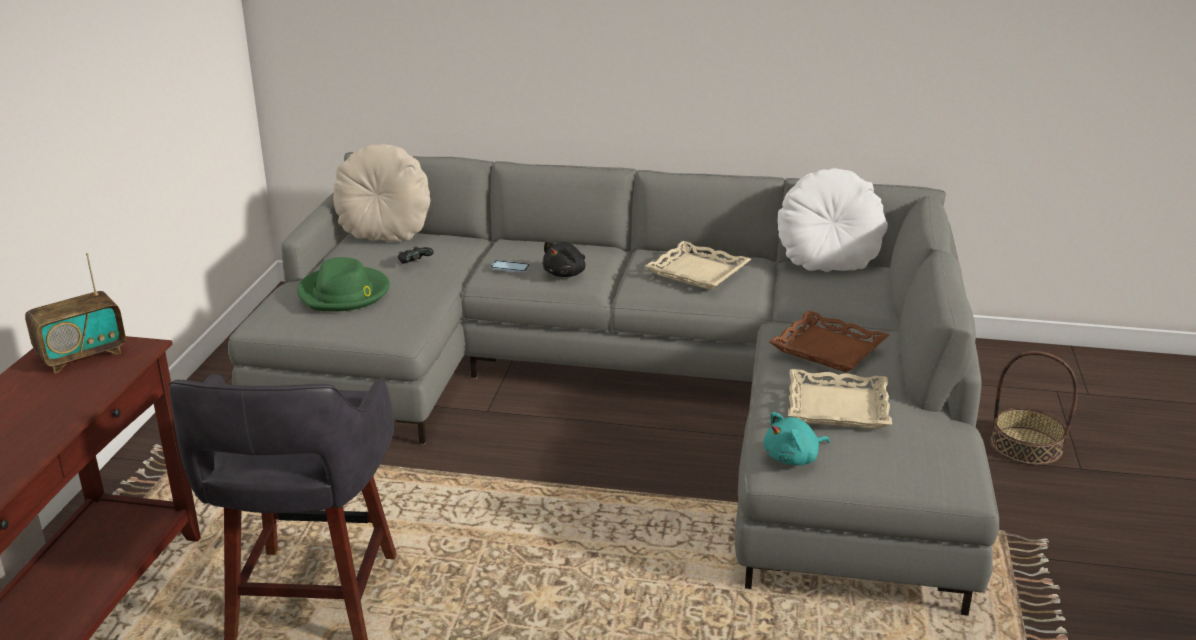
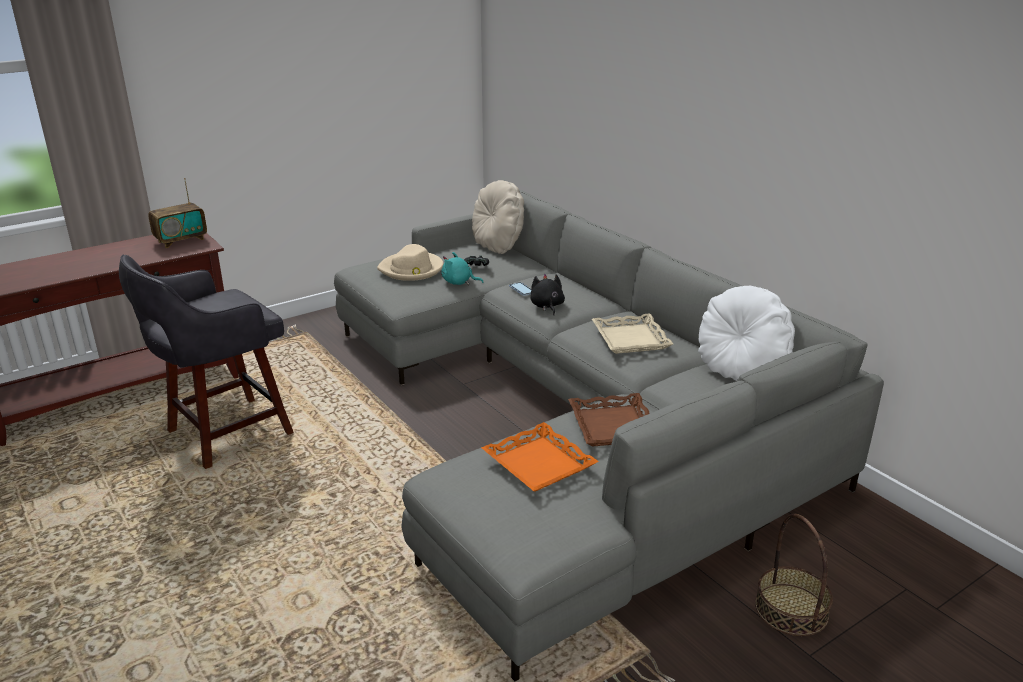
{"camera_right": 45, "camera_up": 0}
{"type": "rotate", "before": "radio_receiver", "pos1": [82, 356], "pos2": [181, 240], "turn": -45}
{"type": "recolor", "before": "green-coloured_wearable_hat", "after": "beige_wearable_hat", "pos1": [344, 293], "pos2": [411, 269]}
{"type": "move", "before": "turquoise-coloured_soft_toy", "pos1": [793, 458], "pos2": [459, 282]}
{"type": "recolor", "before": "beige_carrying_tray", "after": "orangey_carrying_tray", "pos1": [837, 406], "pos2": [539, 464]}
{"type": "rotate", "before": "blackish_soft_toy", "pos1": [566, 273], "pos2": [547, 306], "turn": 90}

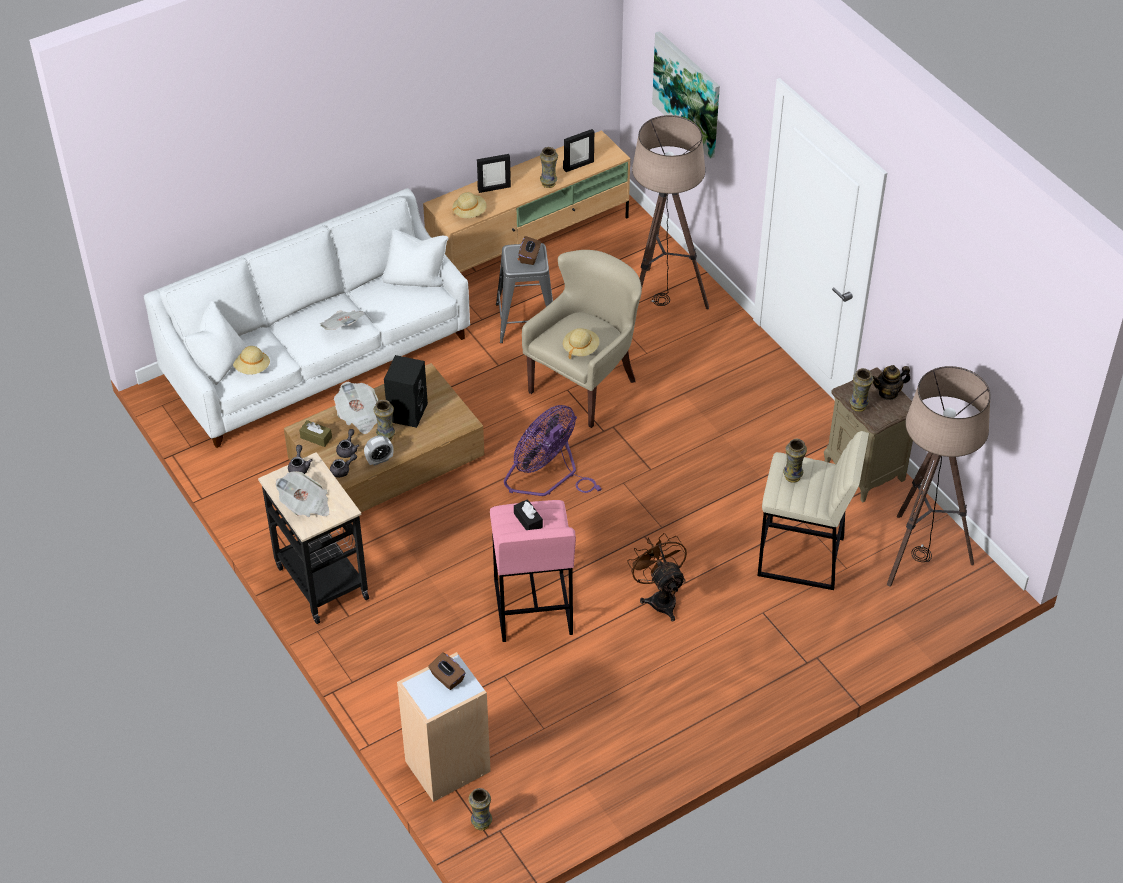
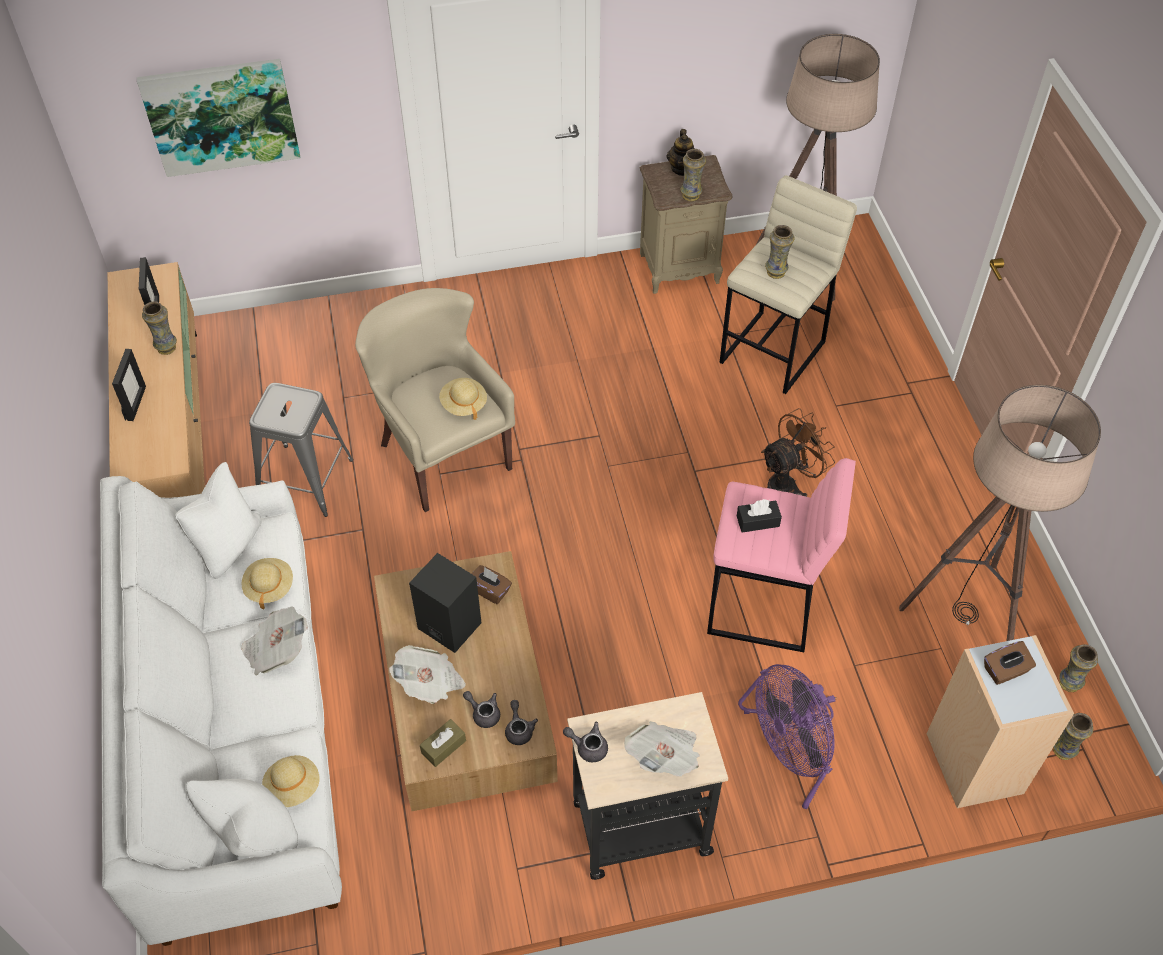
{"camera_right": -70, "camera_up": 5}
{"type": "move", "before": "beige_wearable_hat", "pos1": [469, 213], "pos2": [269, 587]}
{"type": "move", "before": "brownish_tissue_holder", "pos1": [530, 257], "pos2": [490, 590]}
{"type": "move", "before": "purple_cooling_fan", "pos1": [553, 476], "pos2": [793, 745]}
{"type": "rotate", "before": "brownish_cooling_fan", "pos1": [660, 598], "pos2": [788, 484], "turn": 150}
{"type": "move", "before": "standing_lamp", "pos1": [662, 300], "pos2": [967, 612]}
{"type": "move", "before": "decorative_vase", "pos1": [386, 436], "pos2": [1068, 683]}
{"type": "delete", "before": "table_clock", "pos1": [379, 460]}

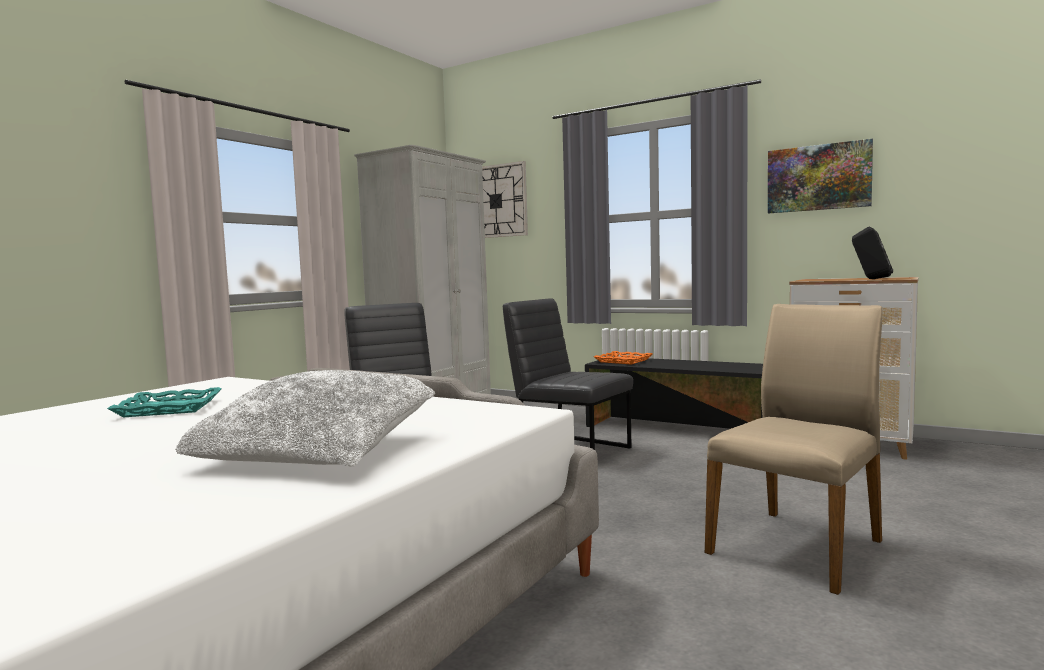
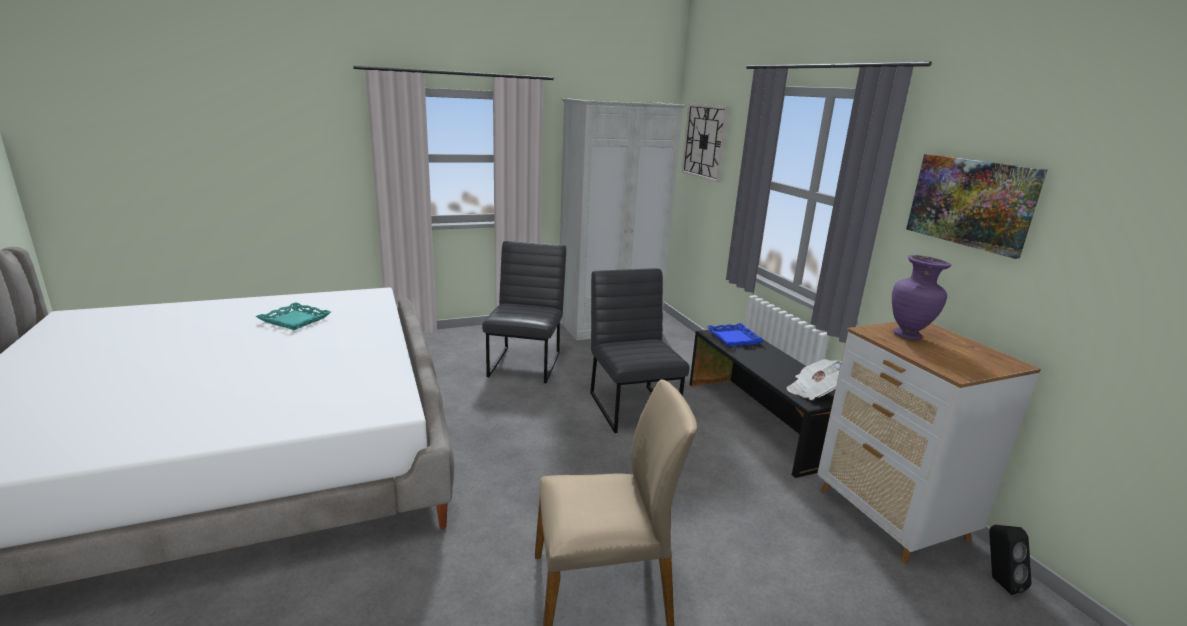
{"camera_right": 35, "camera_up": 15}
{"type": "recolor", "before": "orangey_carrying_tray", "after": "blue-coloured_carrying_tray", "pos1": [623, 361], "pos2": [733, 338]}
{"type": "insert", "after": "printed_paper", "pos2": [814, 392]}
{"type": "insert", "after": "purple_decorative_vase", "pos2": [908, 336]}
{"type": "move", "before": "blackish_audio_speaker", "pos1": [871, 279], "pos2": [998, 581]}
{"type": "delete", "before": "white_pillow", "pos1": [317, 450]}

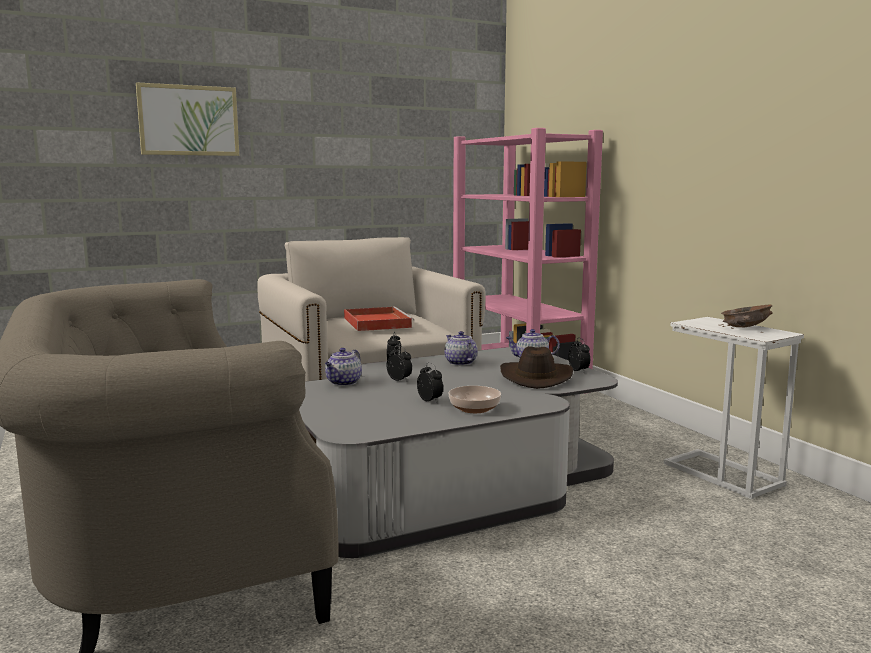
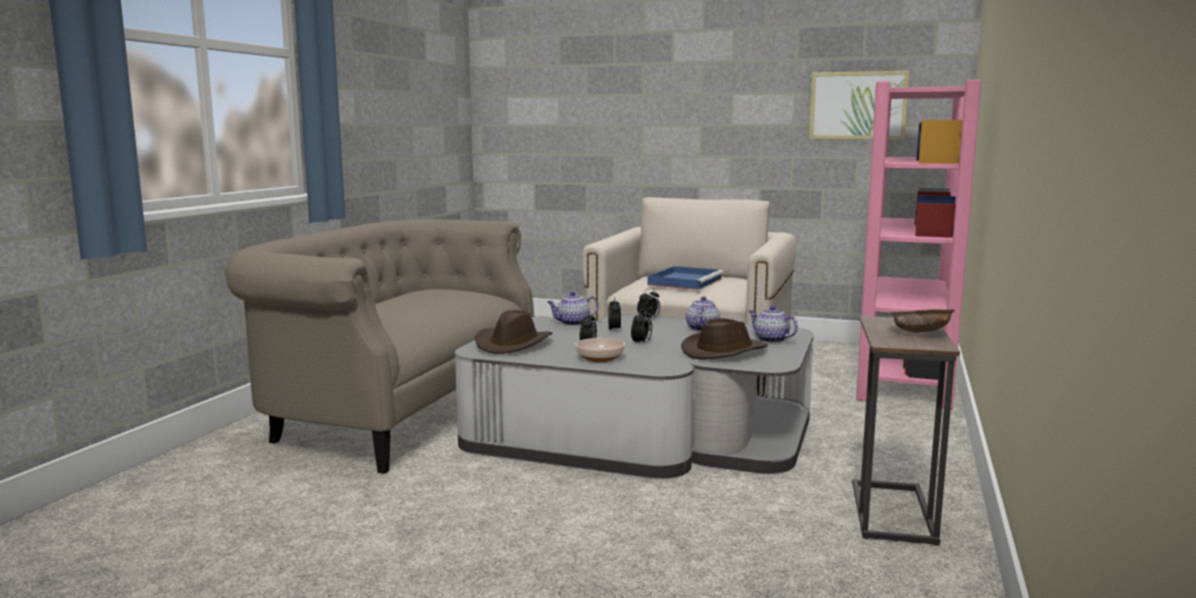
{"camera_right": 45, "camera_up": 0}
{"type": "insert", "after": "brownish_wearable_hat", "pos2": [513, 344]}
{"type": "move", "before": "table_clock", "pos1": [579, 371], "pos2": [641, 343]}
{"type": "recolor", "before": "red-coloured_carrying_tray", "after": "blue-coloured_carrying_tray", "pos1": [376, 322], "pos2": [685, 281]}
{"type": "move", "before": "picture", "pos1": [188, 120], "pos2": [858, 105]}
{"type": "recolor", "before": "white_accent_table", "after": "brownish_accent_table", "pos1": [724, 474], "pos2": [893, 513]}

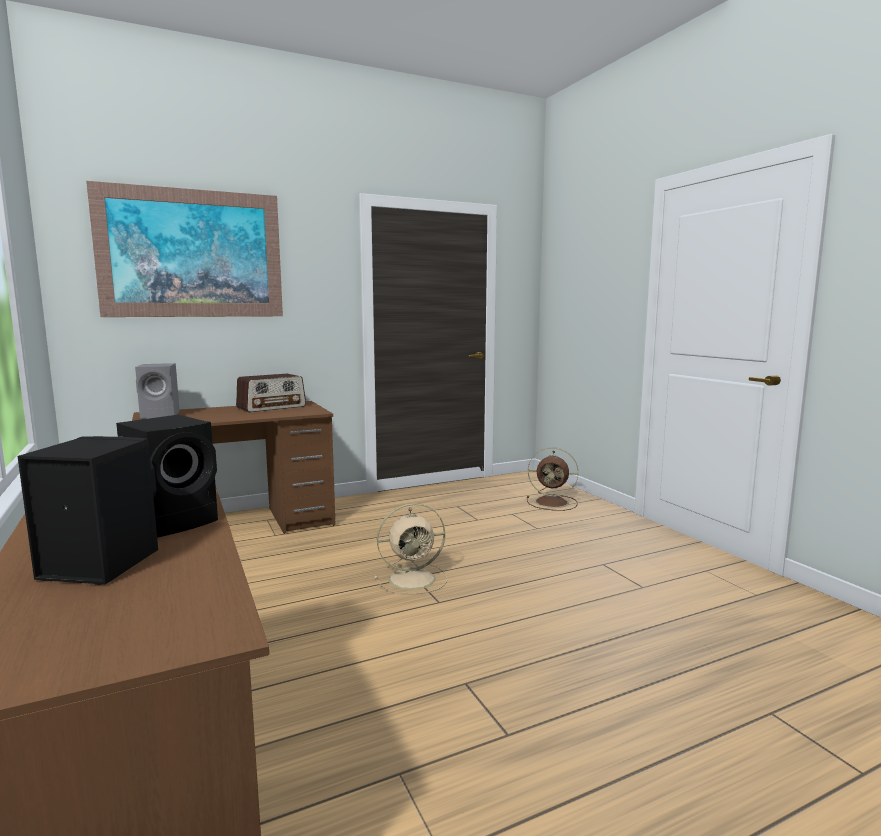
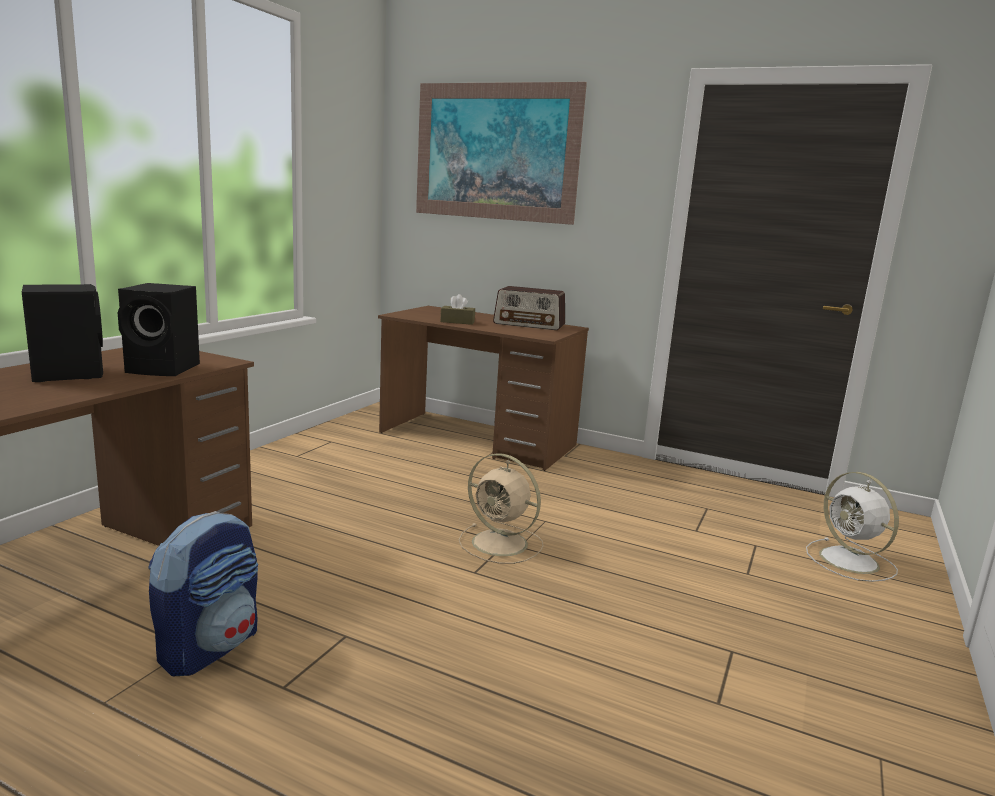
{"camera_right": 50, "camera_up": 5}
{"type": "insert", "after": "backpack", "pos2": [210, 646]}
{"type": "insert", "after": "brownish_tissue_holder", "pos2": [457, 322]}
{"type": "recolor", "before": "brownish_cooling_fan", "after": "white_cooling_fan", "pos1": [553, 502], "pos2": [851, 561]}
{"type": "delete", "before": "grey_audio_speaker", "pos1": [162, 415]}

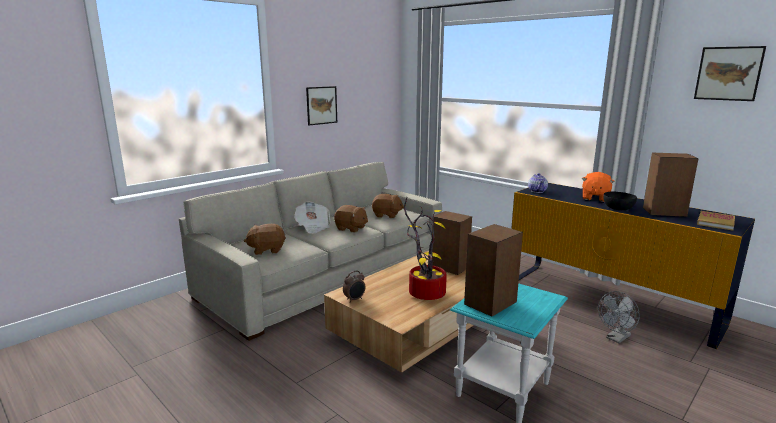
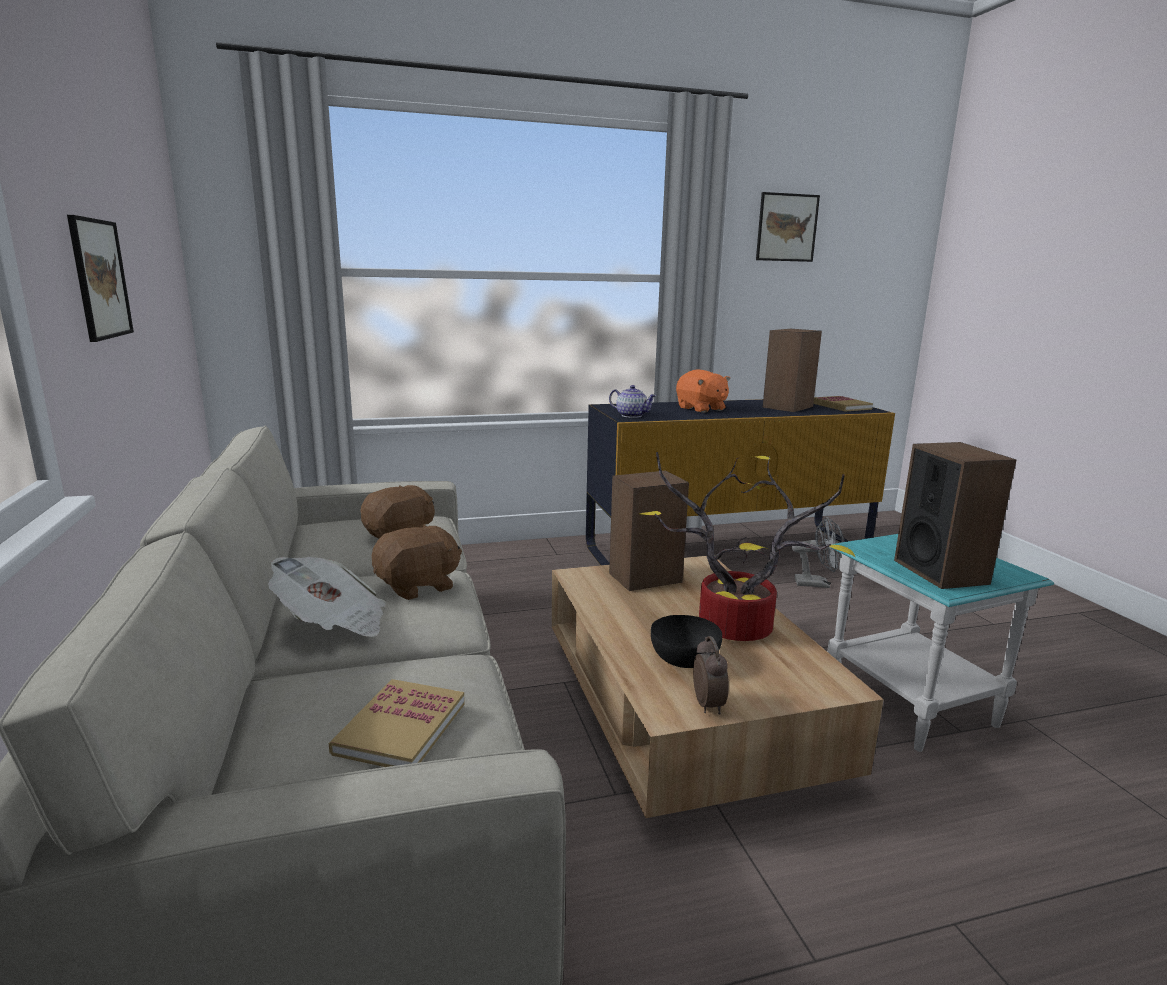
{"camera_right": -60, "camera_up": 0}
{"type": "replace", "before": "brownish_soft_toy", "after": "volume", "pos1": [267, 250], "pos2": [401, 728]}
{"type": "move", "before": "blackish_deep_dish", "pos1": [617, 208], "pos2": [683, 659]}
{"type": "rotate", "before": "grey_cooling_fan", "pos1": [616, 338], "pos2": [817, 583], "turn": -75}

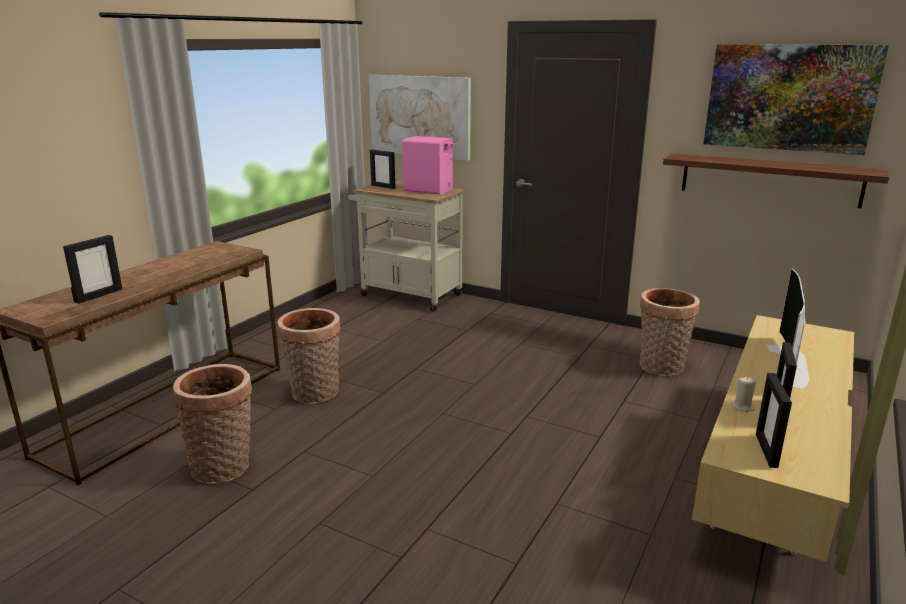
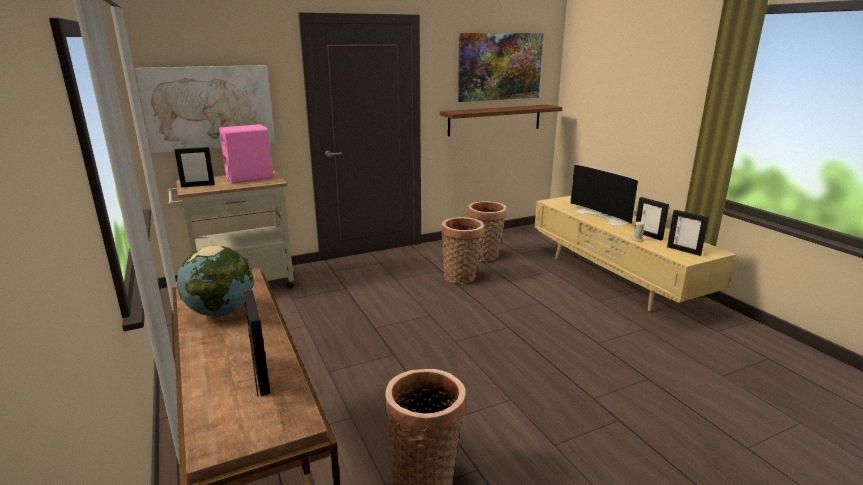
{"camera_right": -55, "camera_up": 0}
{"type": "insert", "after": "globe", "pos2": [221, 312]}
{"type": "move", "before": "storage_basket", "pos1": [315, 394], "pos2": [461, 277]}

